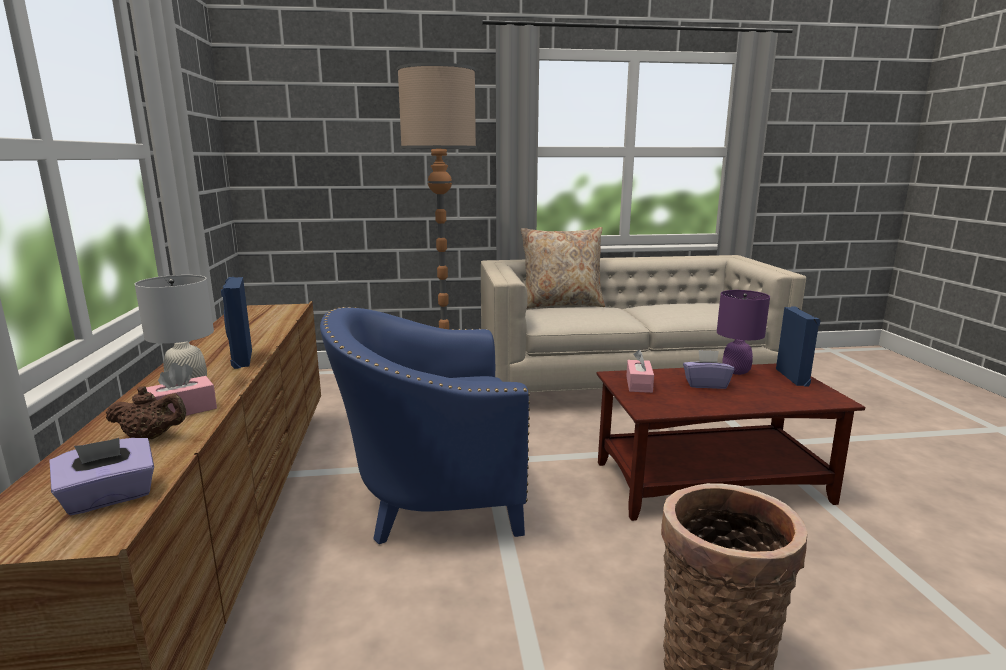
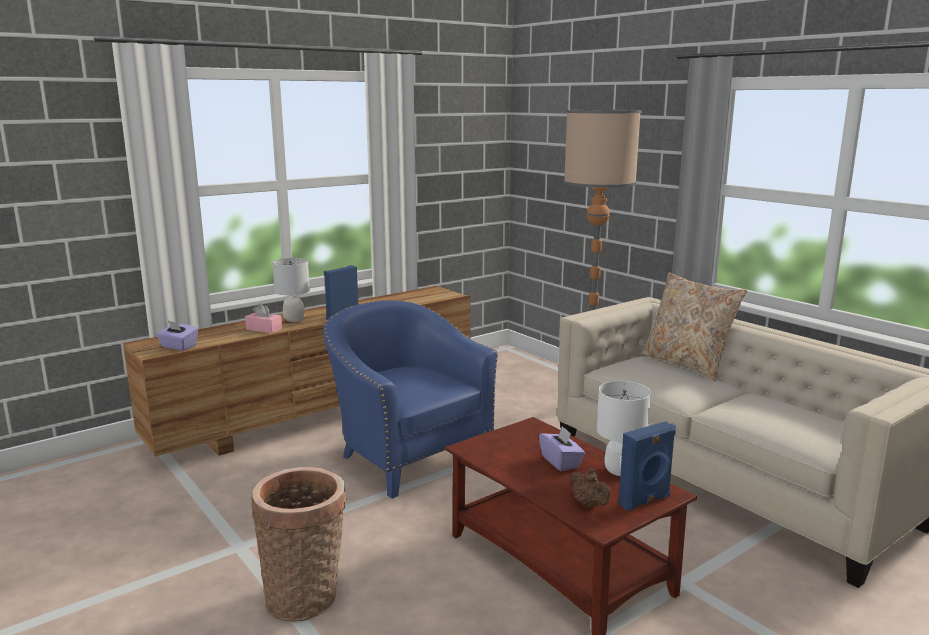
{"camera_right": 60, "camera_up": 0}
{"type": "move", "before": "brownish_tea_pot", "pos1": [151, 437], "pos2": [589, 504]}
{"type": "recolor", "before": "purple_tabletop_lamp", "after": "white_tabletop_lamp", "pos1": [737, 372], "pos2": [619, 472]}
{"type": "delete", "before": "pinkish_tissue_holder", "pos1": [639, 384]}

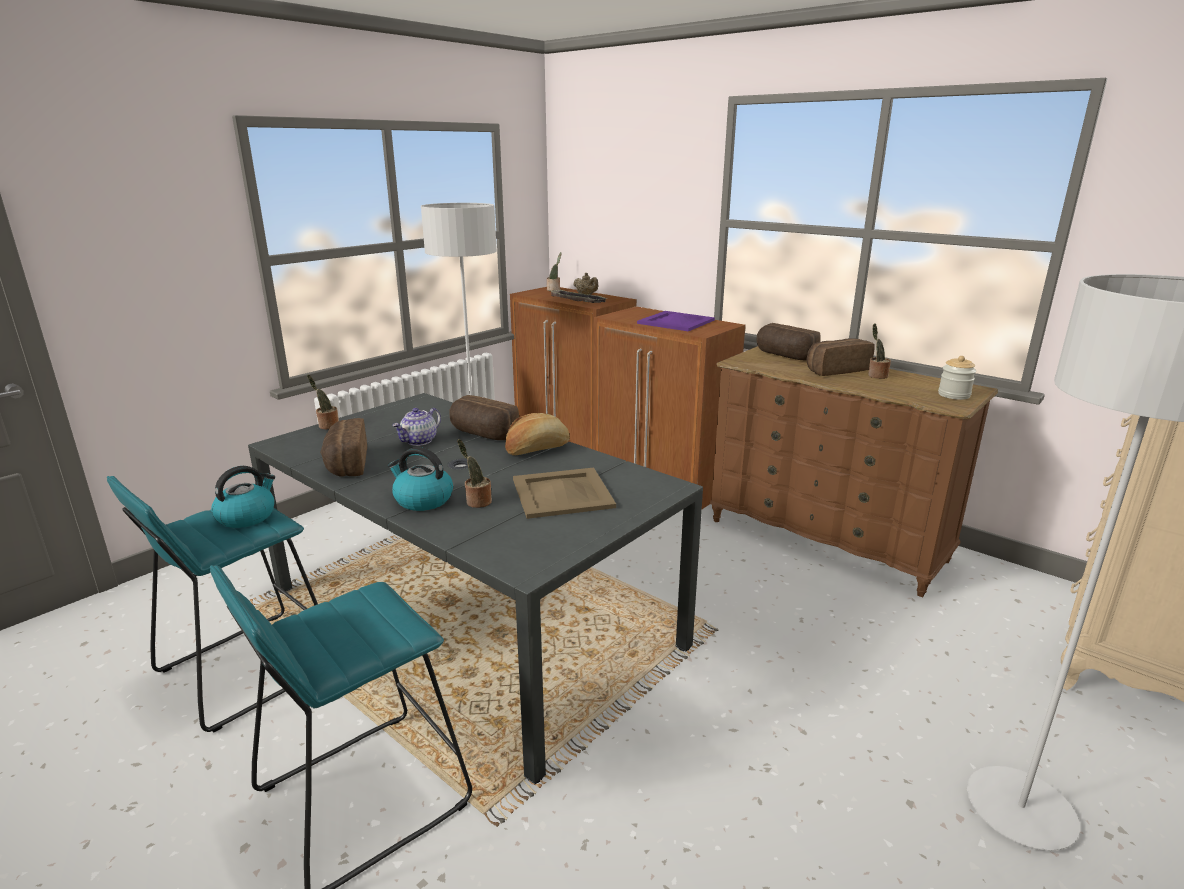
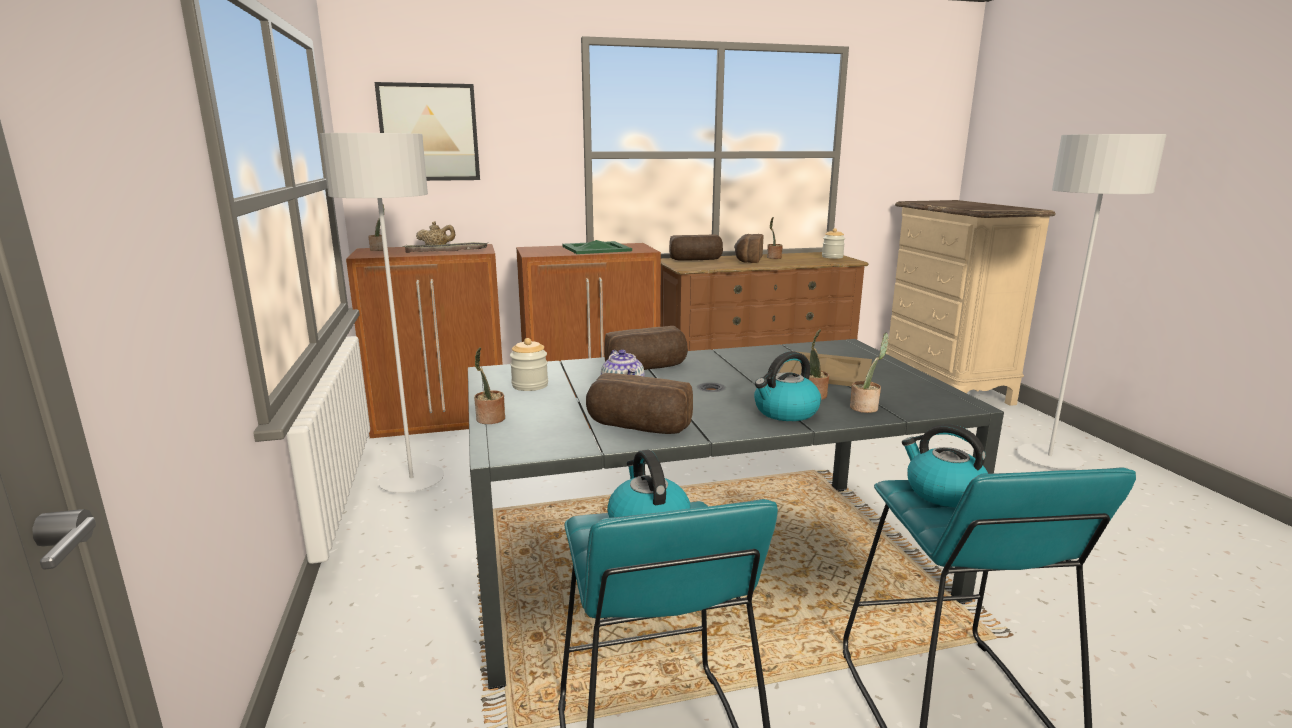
{"camera_right": -55, "camera_up": -5}
{"type": "insert", "after": "picture", "pos2": [429, 132]}
{"type": "insert", "after": "jar", "pos2": [530, 385]}
{"type": "recolor", "before": "purple_carrying_tray", "after": "green-coloured_carrying_tray", "pos1": [676, 322], "pos2": [597, 248]}
{"type": "insert", "after": "potted_plant", "pos2": [866, 407]}
{"type": "insert", "after": "kettle", "pos2": [943, 492]}
{"type": "delete", "before": "baked_bread", "pos1": [537, 449]}

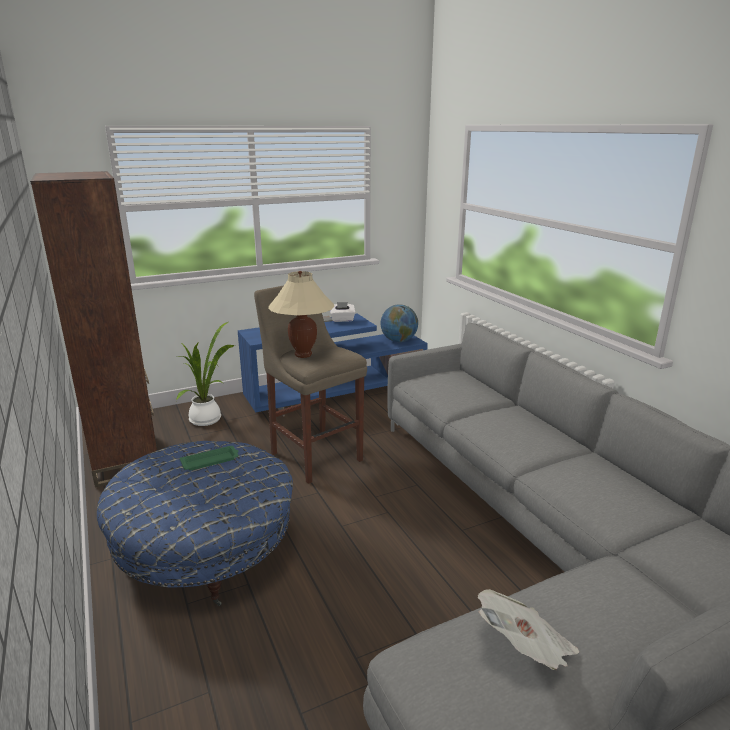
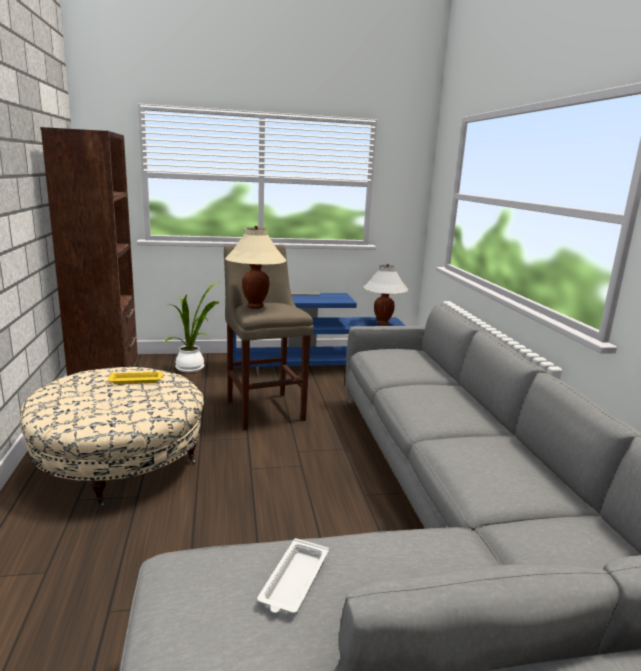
{"camera_right": 15, "camera_up": -5}
{"type": "recolor", "before": "blue-coloured_ottoman", "after": "beige_ottoman", "pos1": [206, 551], "pos2": [120, 464]}
{"type": "recolor", "before": "green-coloured_carrying_tray", "after": "yellowish_carrying_tray", "pos1": [211, 461], "pos2": [137, 380]}
{"type": "replace", "before": "printed_paper", "after": "white_carrying_tray", "pos1": [525, 649], "pos2": [294, 581]}
{"type": "replace", "before": "globe", "after": "white_tabletop_lamp", "pos1": [398, 341], "pos2": [382, 323]}
{"type": "delete", "before": "white_tissue_holder", "pos1": [342, 320]}

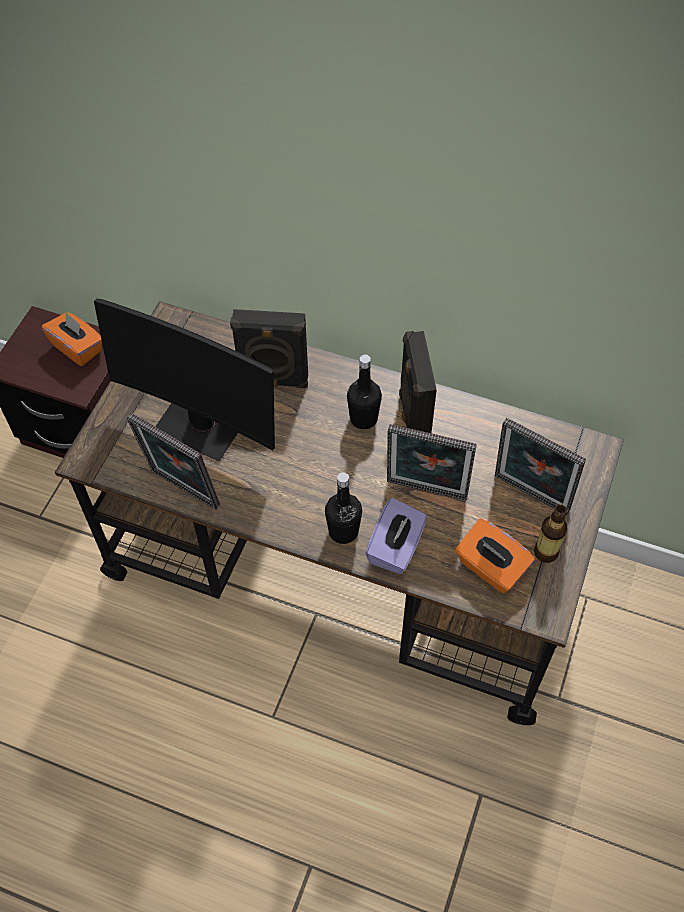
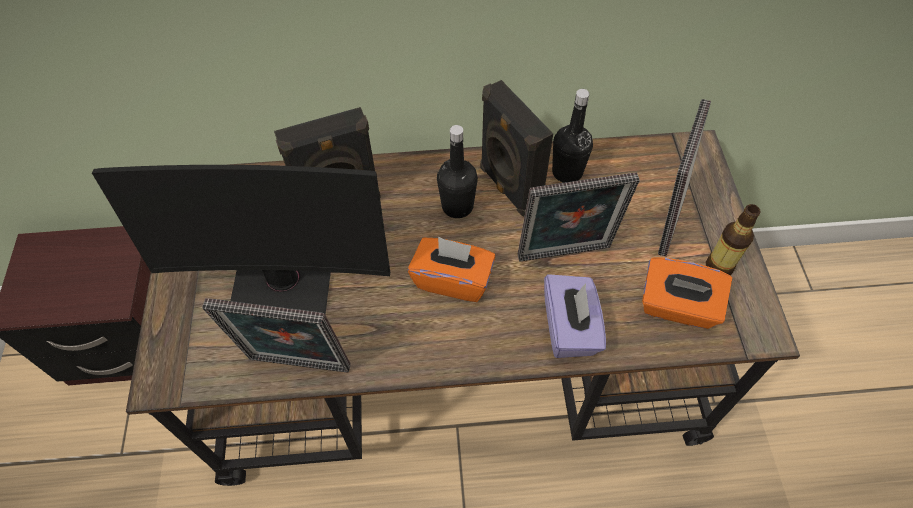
{"camera_right": -25, "camera_up": 0}
{"type": "move", "before": "orangey_tissue_holder", "pos1": [77, 348], "pos2": [453, 280]}
{"type": "move", "before": "blackish_bottle", "pos1": [343, 531], "pos2": [567, 172]}
{"type": "rotate", "before": "standing_frame", "pos1": [529, 496], "pos2": [667, 218], "turn": 105}

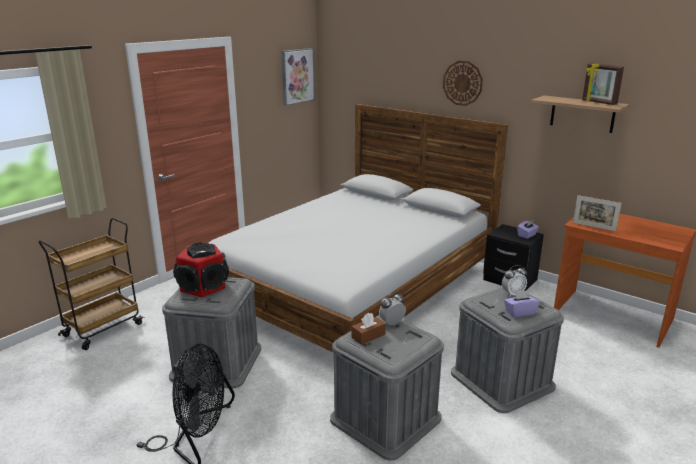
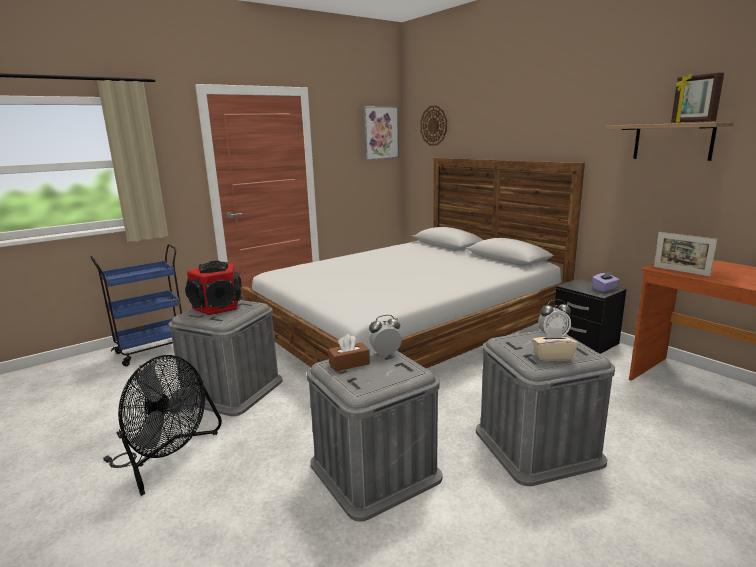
{"camera_right": 15, "camera_up": -5}
{"type": "recolor", "before": "brownish_trolley", "after": "blue-coloured_trolley", "pos1": [103, 329], "pos2": [153, 351]}
{"type": "move", "before": "hanging_clock", "pos1": [462, 83], "pos2": [434, 125]}
{"type": "recolor", "before": "purple_tissue_holder", "after": "beige_tissue_holder", "pos1": [520, 312], "pos2": [552, 356]}

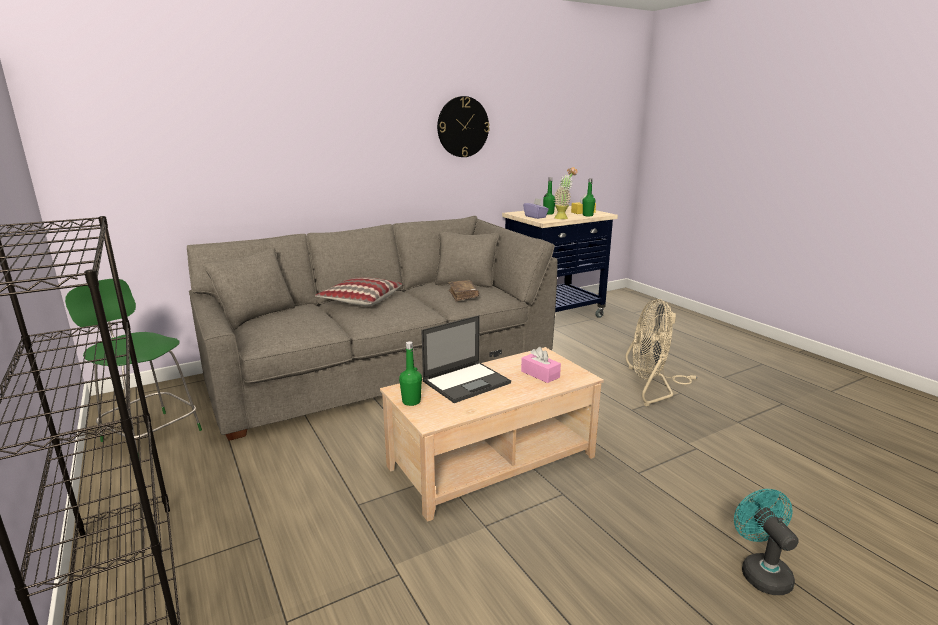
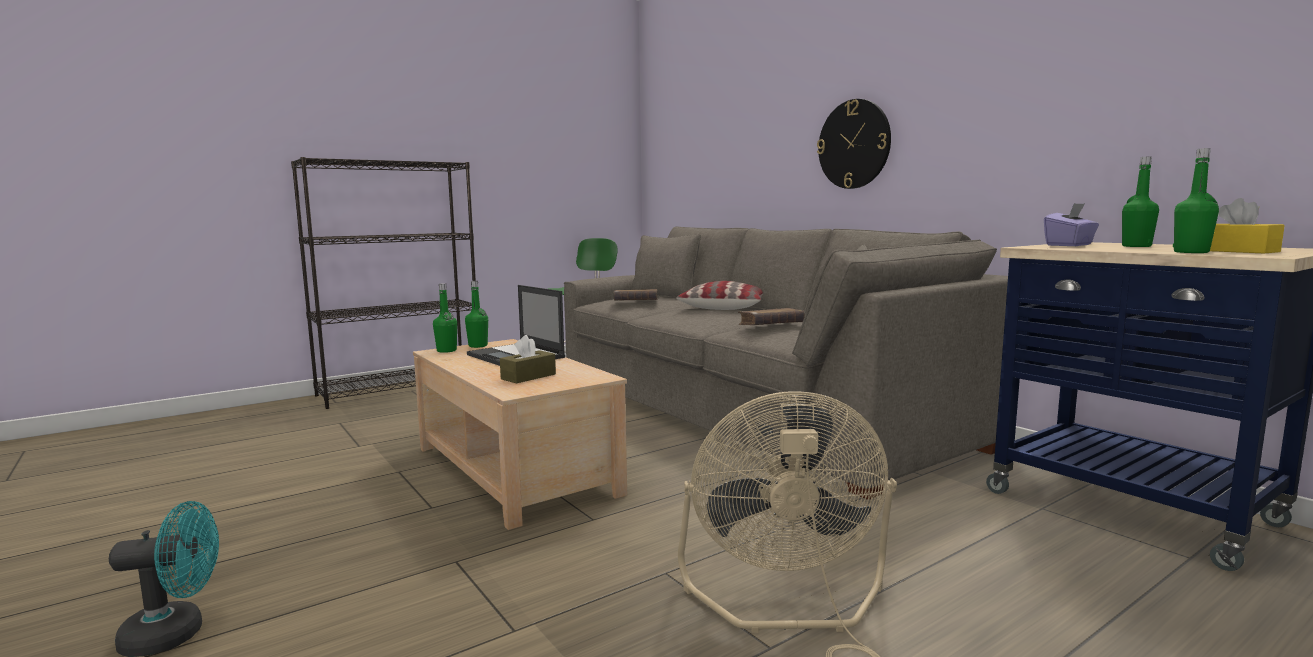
{"camera_right": 85, "camera_up": -10}
{"type": "insert", "after": "green-coloured_bottle", "pos2": [446, 350]}
{"type": "recolor", "before": "pinkish_tissue_holder", "after": "brownish_tissue_holder", "pos1": [540, 374], "pos2": [528, 376]}
{"type": "insert", "after": "brownish_volume", "pos2": [635, 302]}
{"type": "move", "before": "hanging_clock", "pos1": [463, 127], "pos2": [854, 144]}
{"type": "delete", "before": "potted_plant", "pos1": [563, 217]}

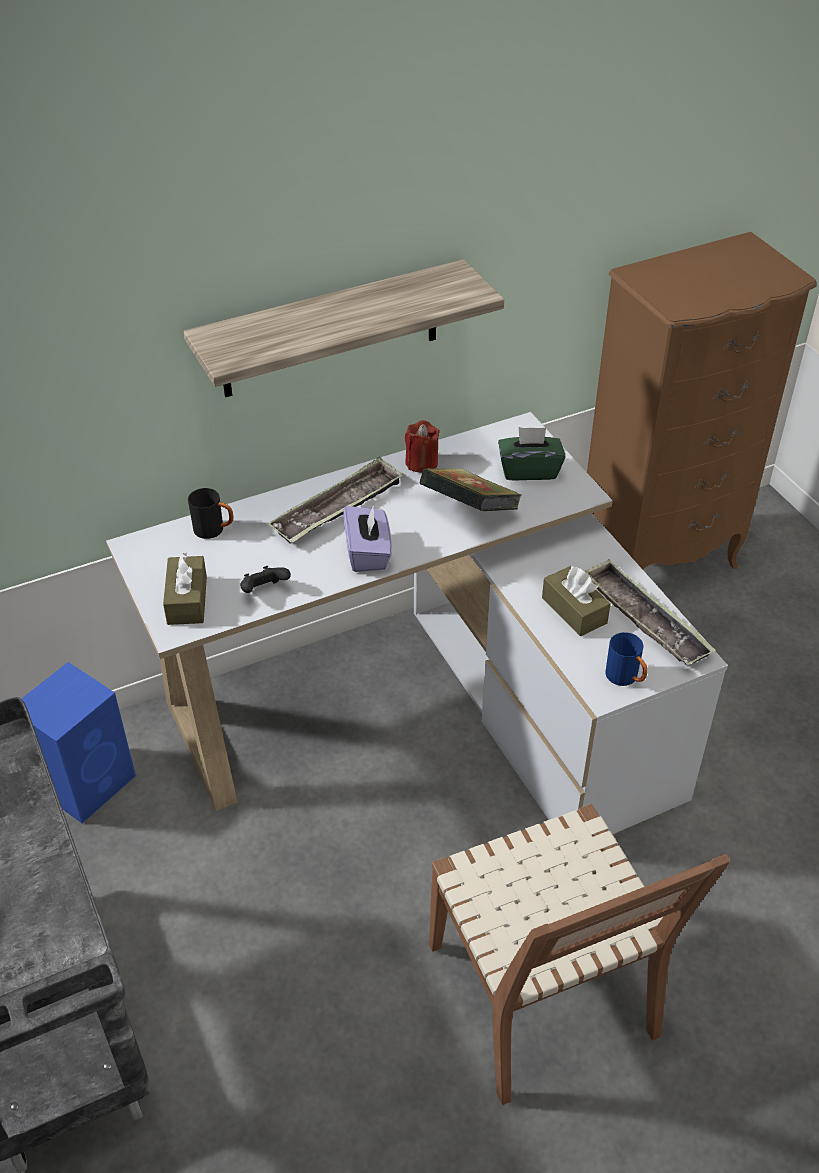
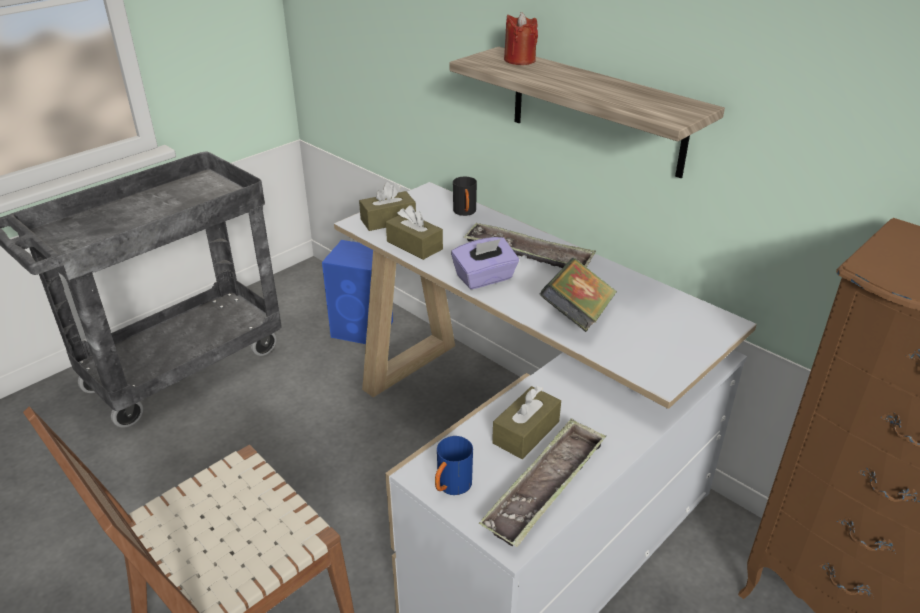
{"camera_right": 70, "camera_up": -10}
{"type": "replace", "before": "blackish_gamepad", "after": "brownish_tissue_holder", "pos1": [264, 591], "pos2": [414, 245]}
{"type": "move", "before": "red-coloured_wax_candle", "pos1": [421, 463], "pos2": [519, 60]}
{"type": "delete", "before": "green-coloured_tissue_holder", "pos1": [529, 470]}

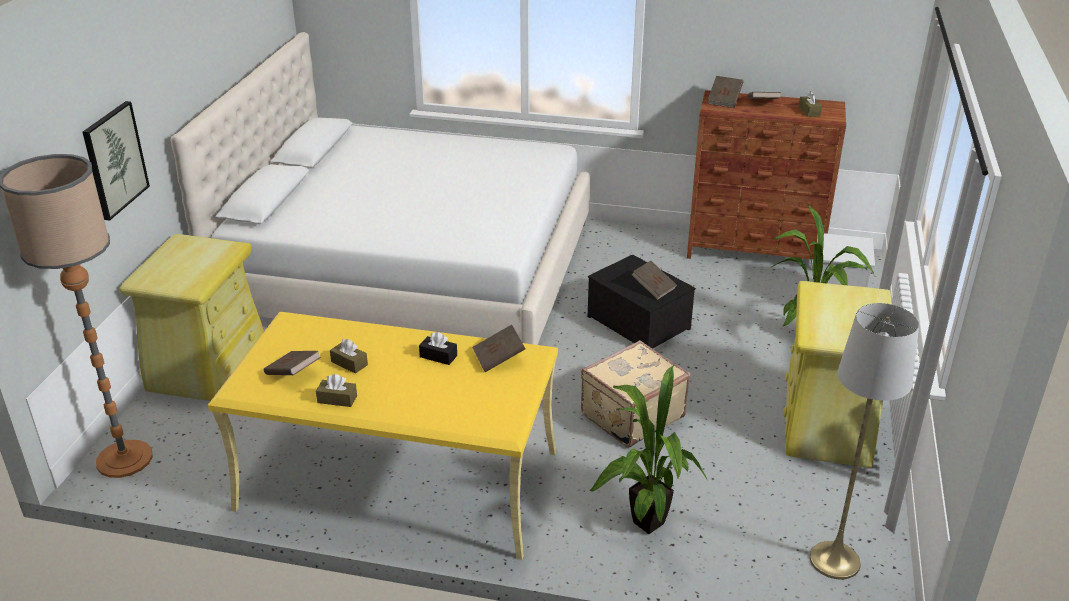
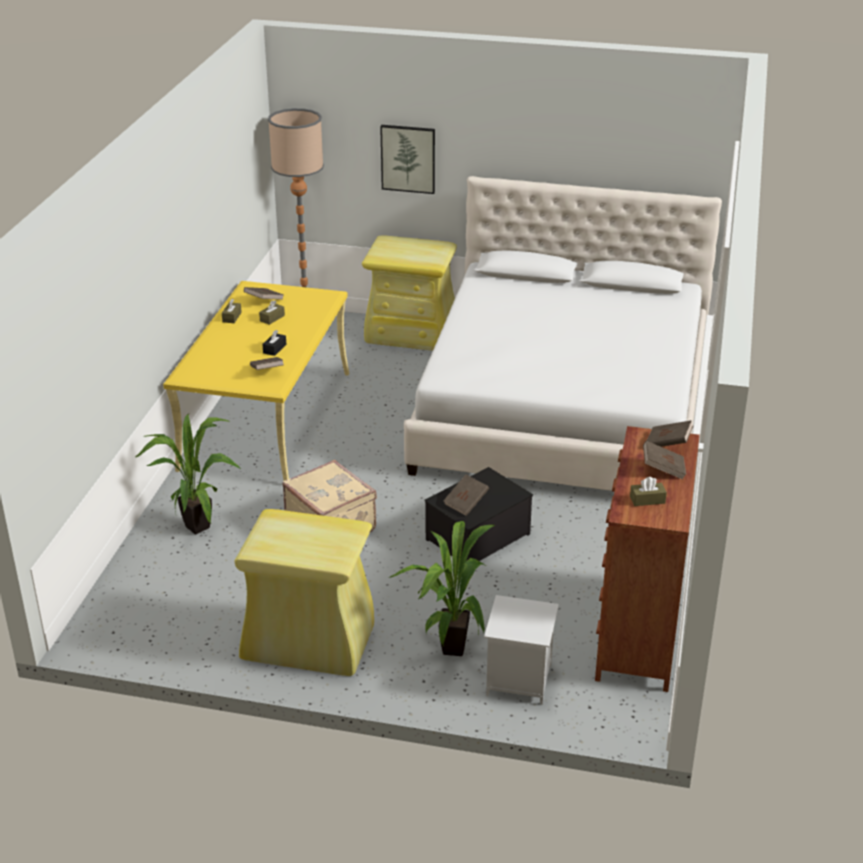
{"camera_right": 90, "camera_up": 0}
{"type": "delete", "before": "grey_standing_lamp", "pos1": [834, 560]}

